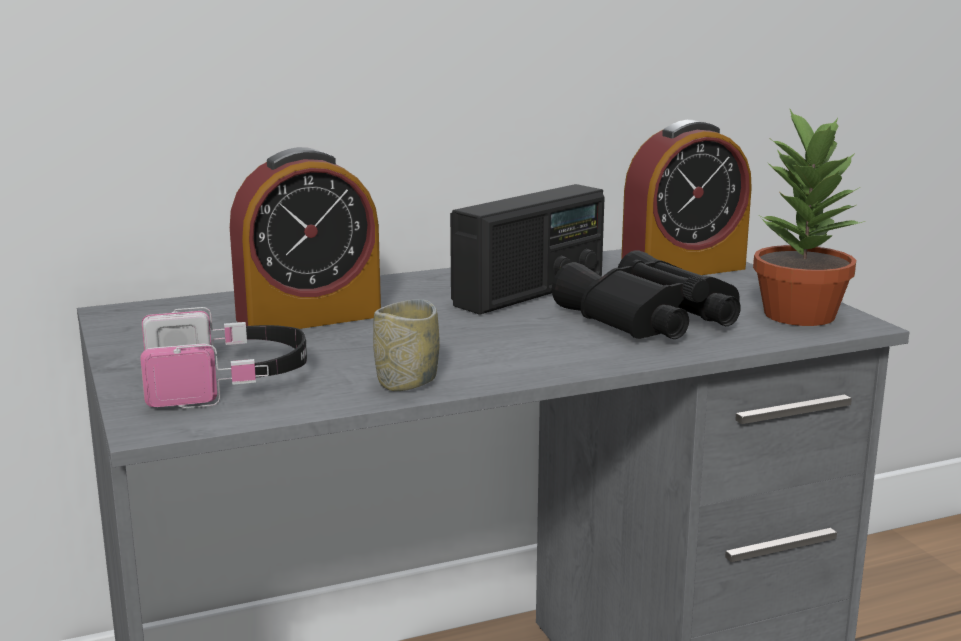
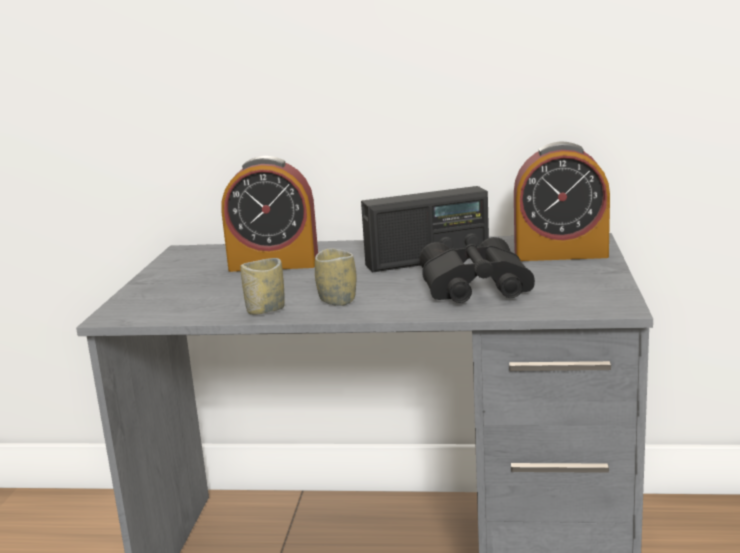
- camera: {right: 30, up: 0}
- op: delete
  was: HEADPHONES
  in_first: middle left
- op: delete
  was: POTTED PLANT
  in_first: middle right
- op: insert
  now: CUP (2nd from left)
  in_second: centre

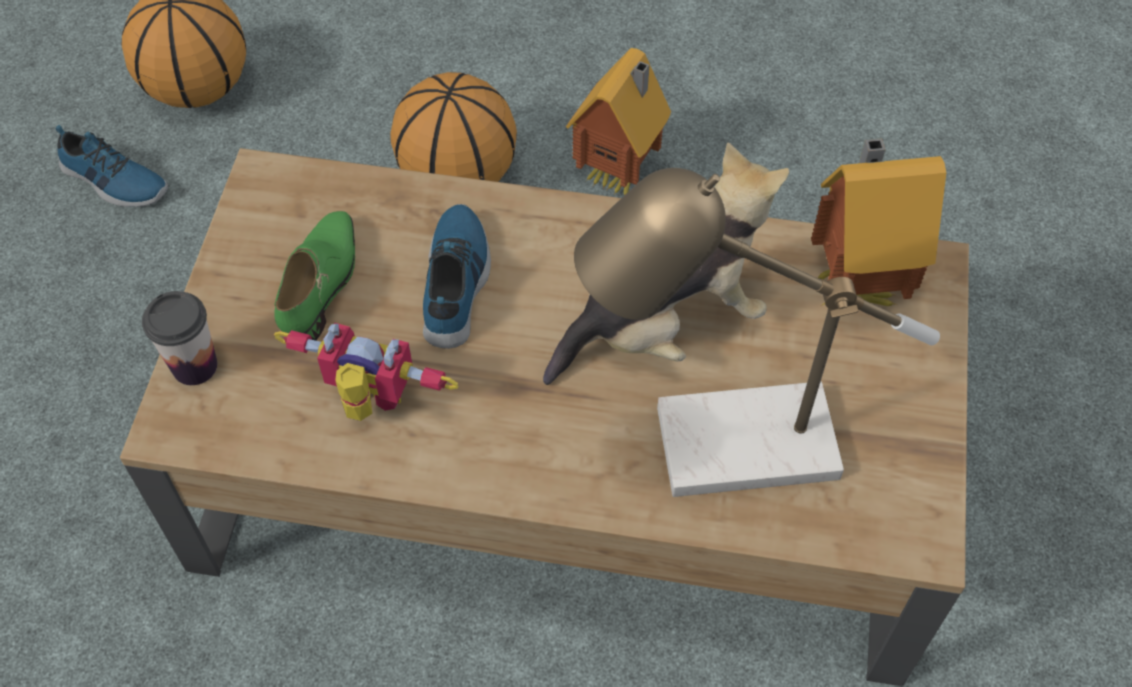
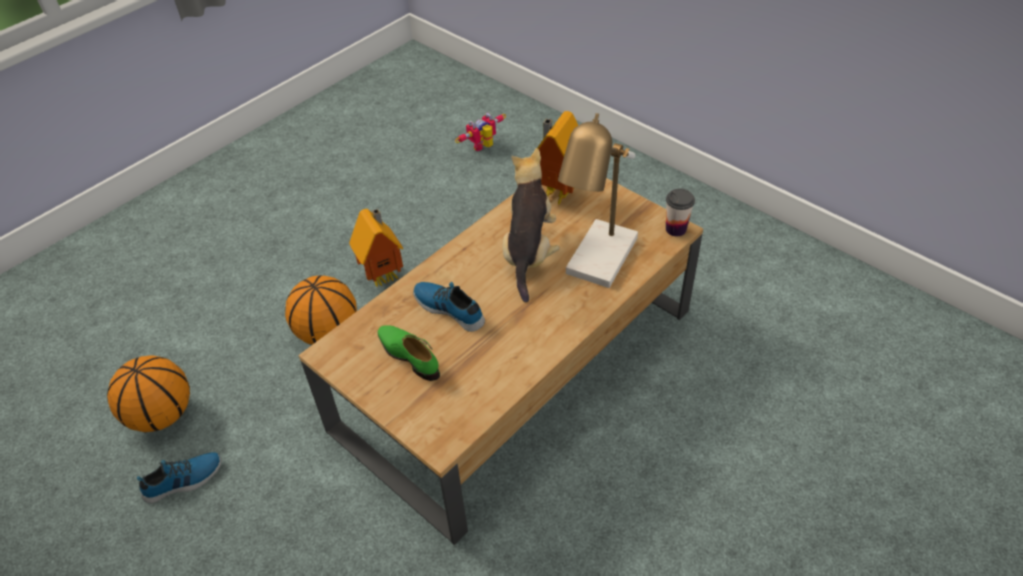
- camera: {right: -55, up: -10}
- op: move
  was: CUP
  in_first: middle left
  in_second: centre
- op: move
  was: TOY ROBOT
  in_first: middle left
  in_second: top centre

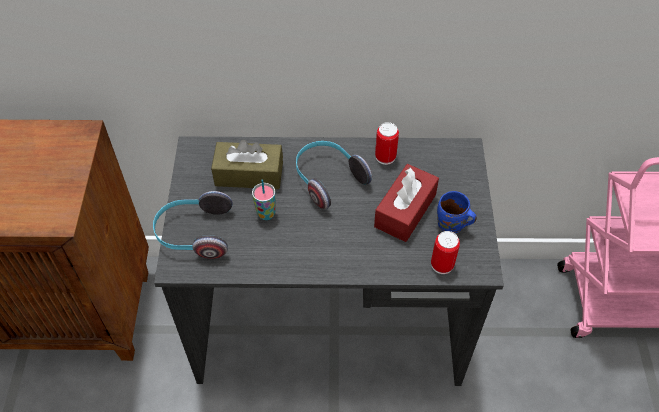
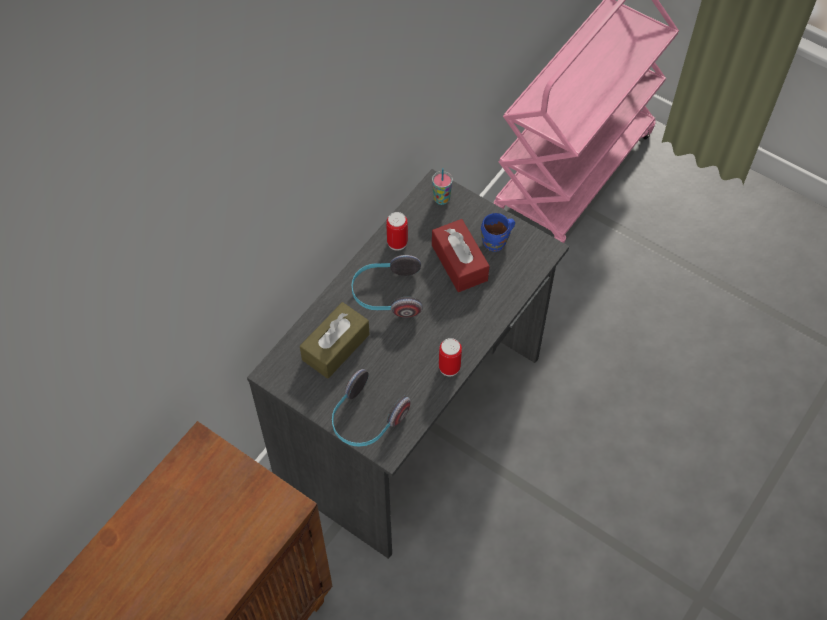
- camera: {right: -55, up: 5}
- op: move
  was: CUP
  in_first: centre
  in_second: top centre
- op: move
  was: CAN (2nd from left)
  in_first: middle right
  in_second: centre

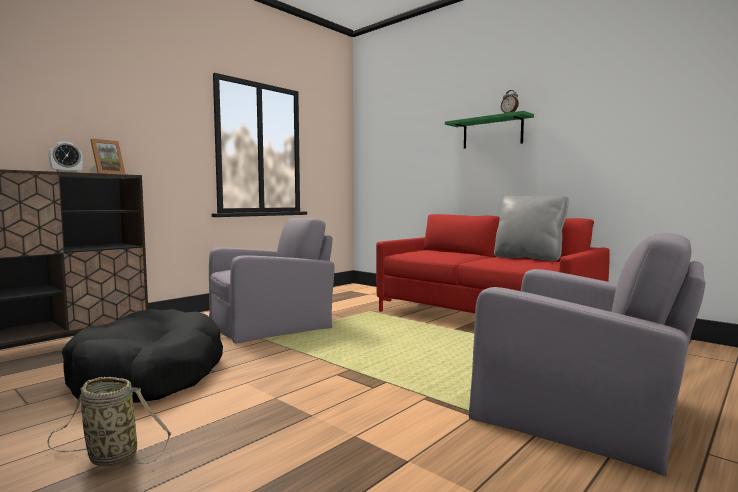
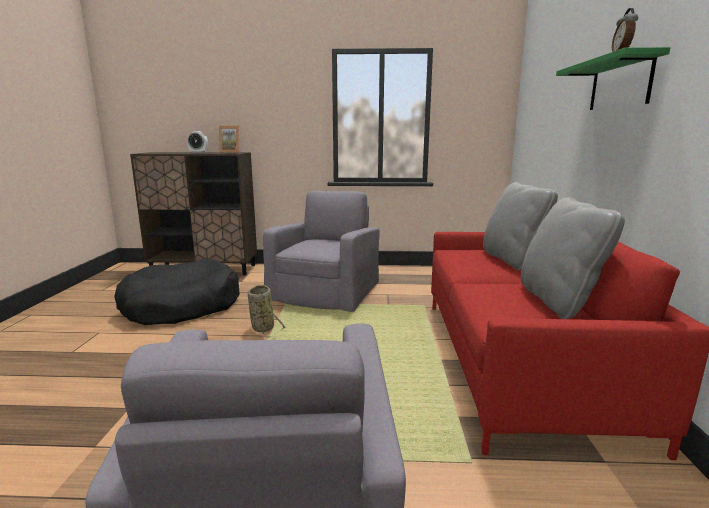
- camera: {right: 50, up: 10}
- op: insert
  now: GREY PILLOW (1st from left)
  in_second: middle right
- op: move
  was: BASKET
  in_first: bottom left
  in_second: centre
- op: rotate
  was: GREY ARMCHAIR (1st from left in the first image)
  in_first: centre
  in_second: centre
  clockwise: -90

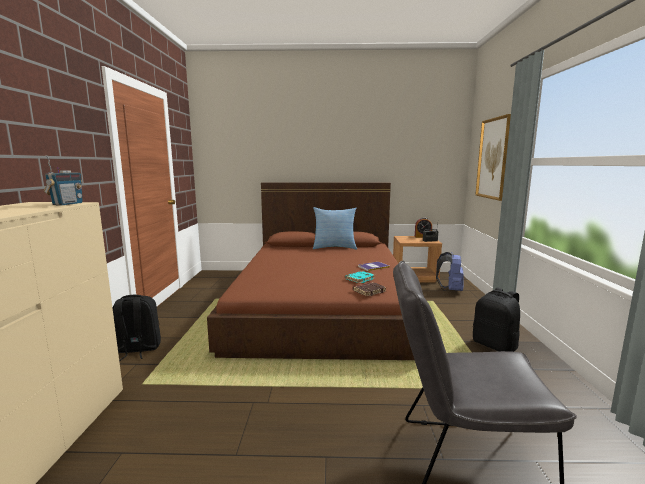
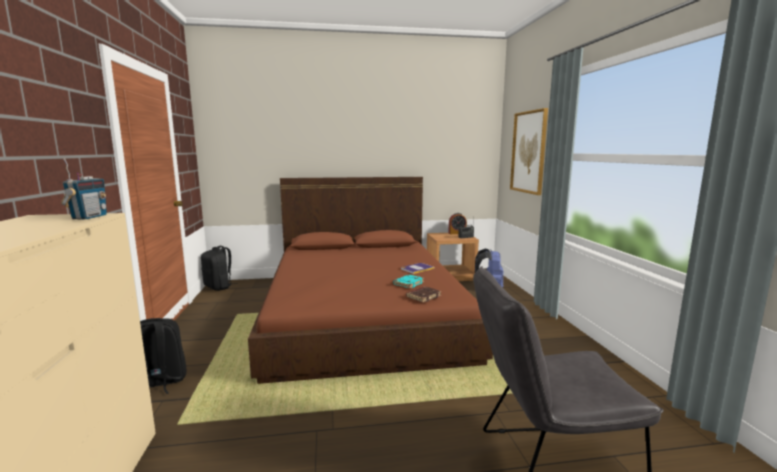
- camera: {right: -10, up: 0}
- op: delete
  was: PILLOW
  in_first: centre
- op: move
  was: BLACK BACKPACK (2nd from left)
  in_first: middle right
  in_second: middle left

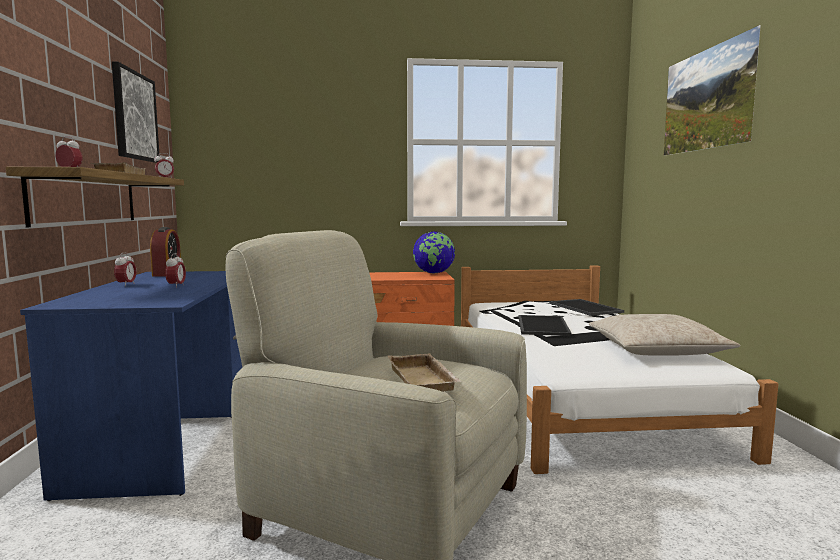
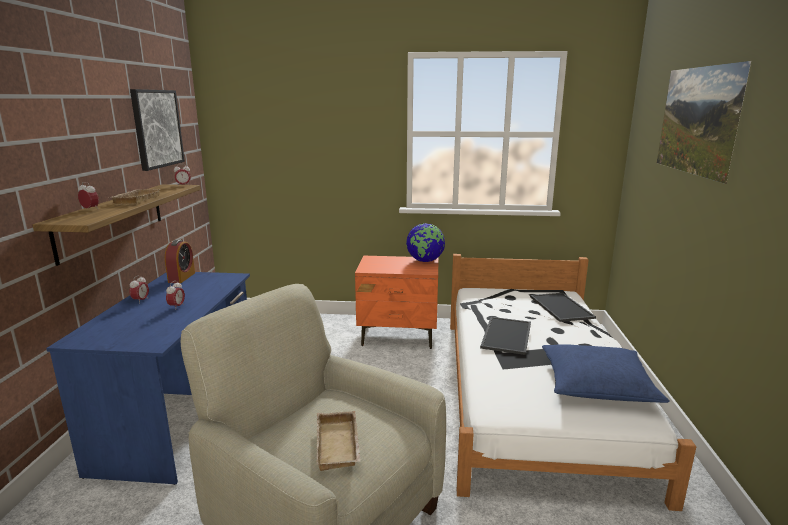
- camera: {right: 10, up: 10}
- op: recolor
  was: BEIGE PILLOW
  now: BLUE PILLOW
  in_first: middle right
  in_second: bottom right

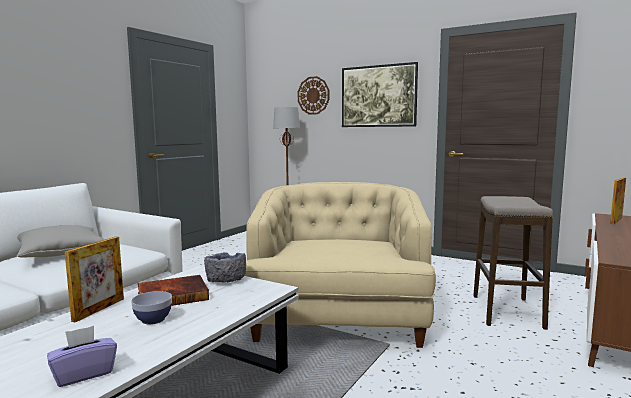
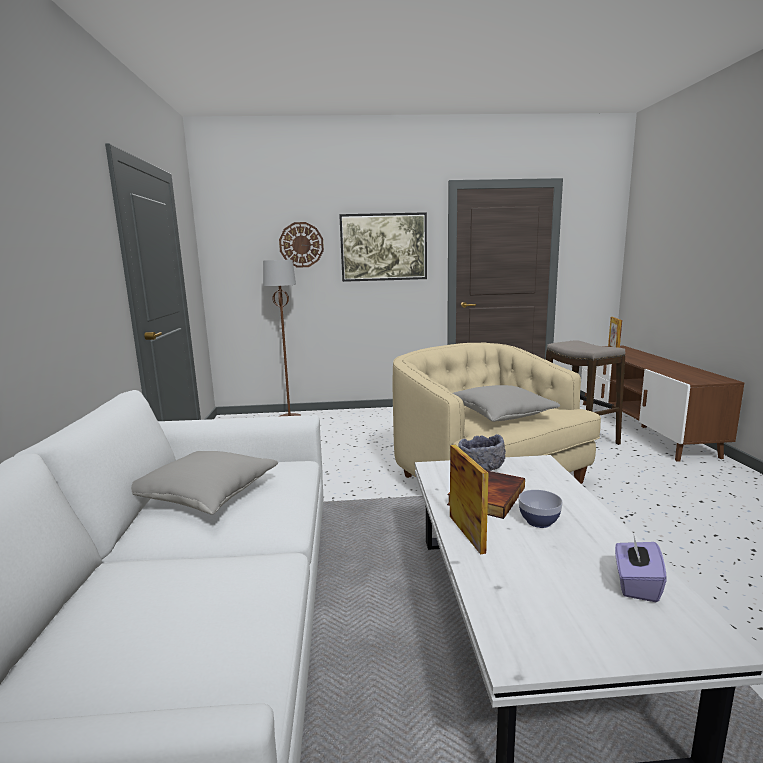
- camera: {right: -35, up: 5}
- op: insert
  now: GREY PILLOW (2nd from left)
  in_second: centre

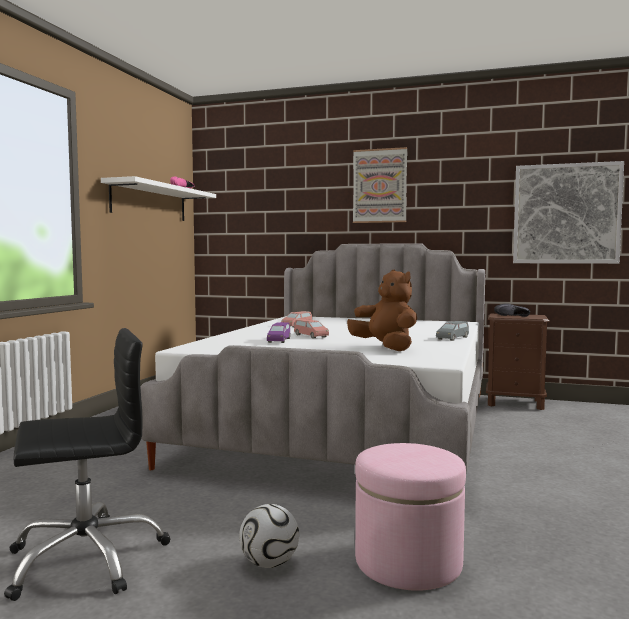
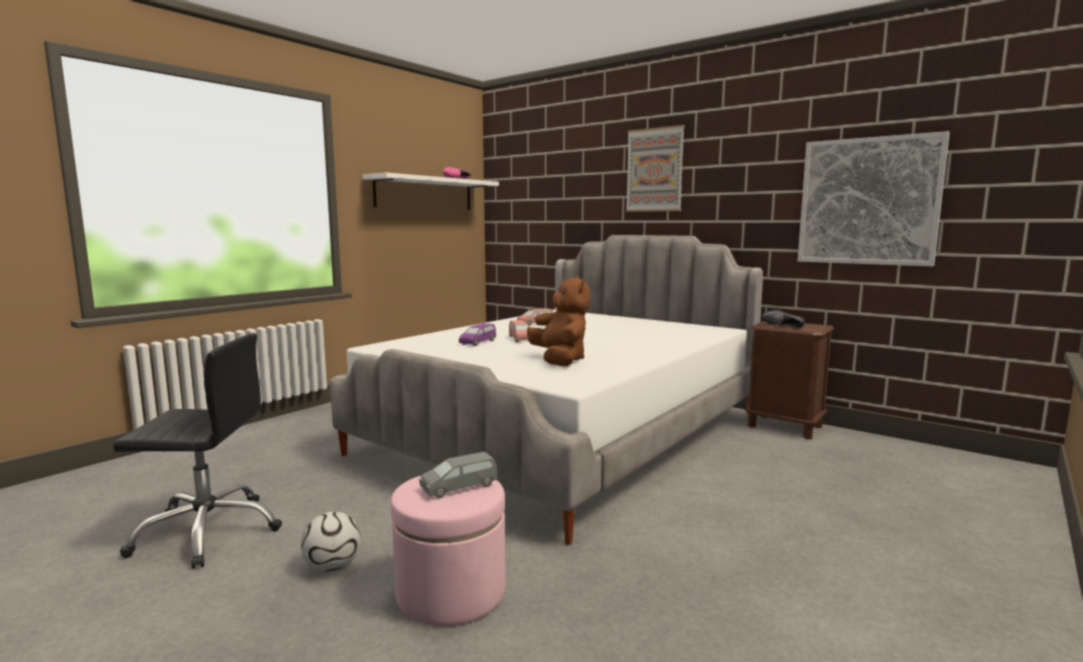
- camera: {right: 20, up: 5}
- op: move
  was: GREY TOY CAR
  in_first: middle right
  in_second: bottom centre

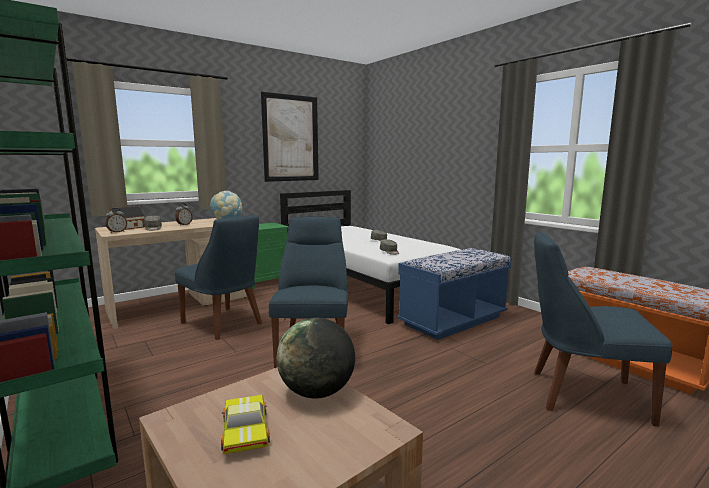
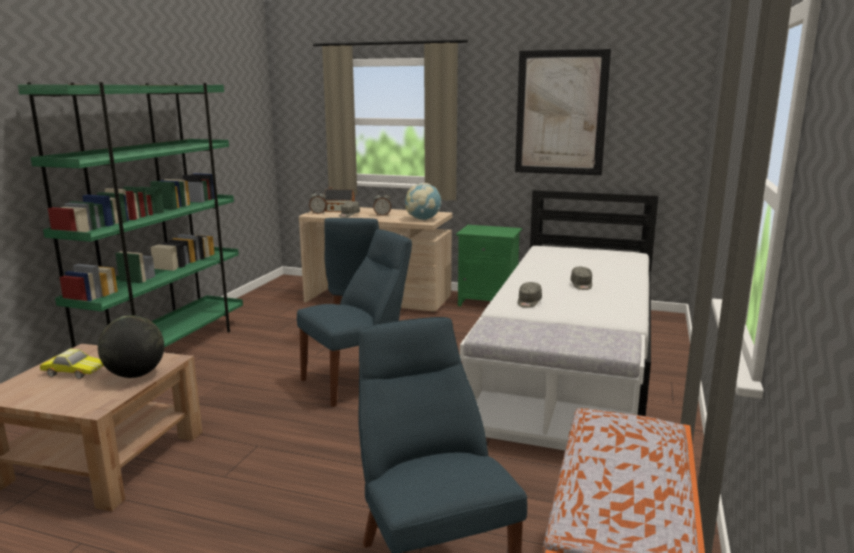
- camera: {right: 55, up: 5}
- op: recolor
  was: BLUE BENCH
  now: WHITE BENCH
  in_first: centre
  in_second: bottom centre
- op: rotate
  was: TOY CAR
  in_first: bottom centre
  in_second: middle left
  clockwise: 60

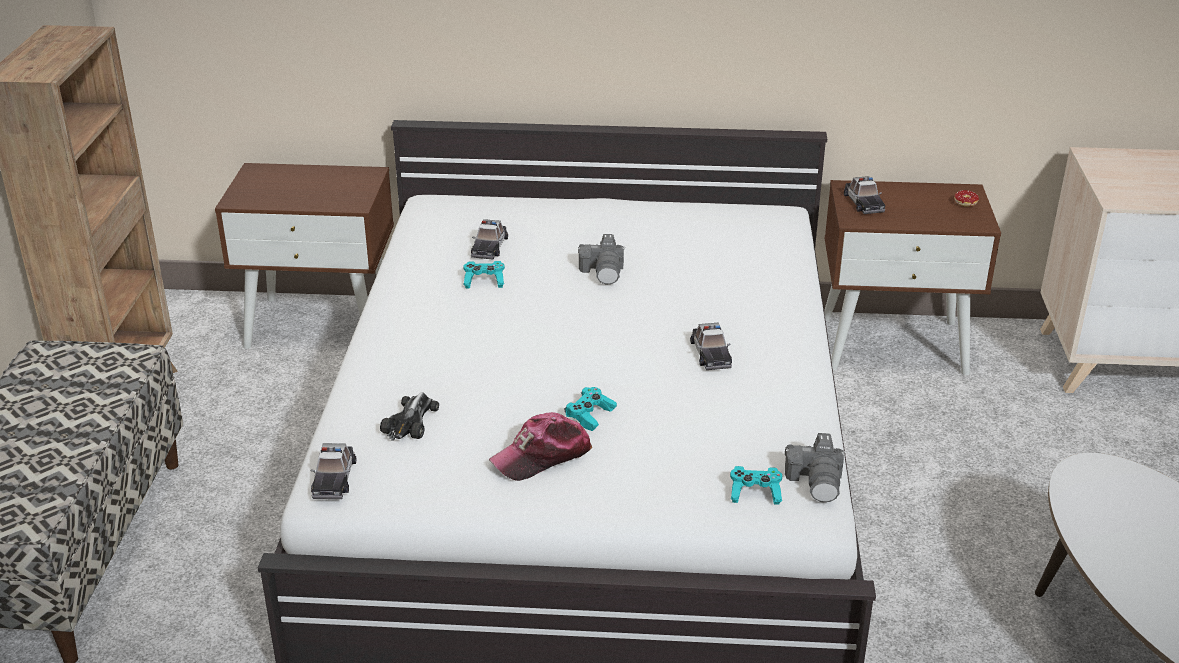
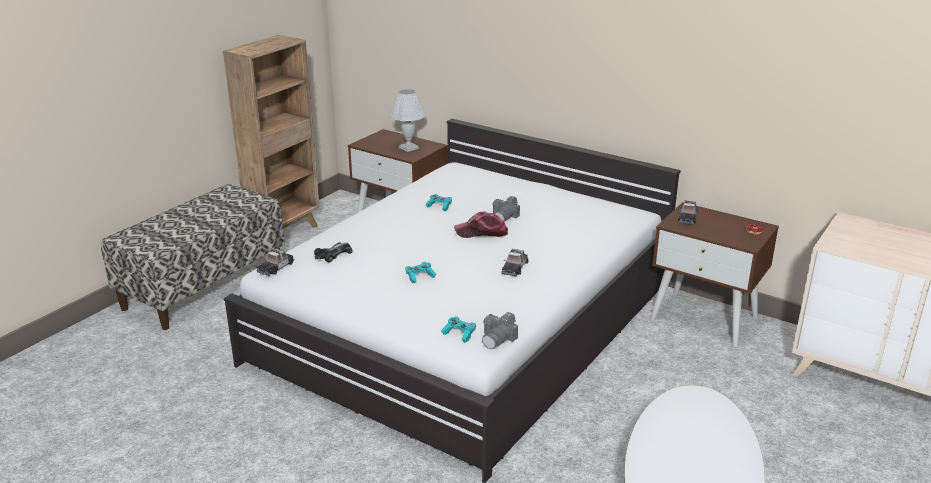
- camera: {right: 30, up: -5}
- op: delete
  was: TOY CAR (3rd from left)
  in_first: centre
- op: insert
  now: WHITE TABLE LAMP
  in_second: top centre
- op: move
  was: CAP
  in_first: bottom centre
  in_second: centre

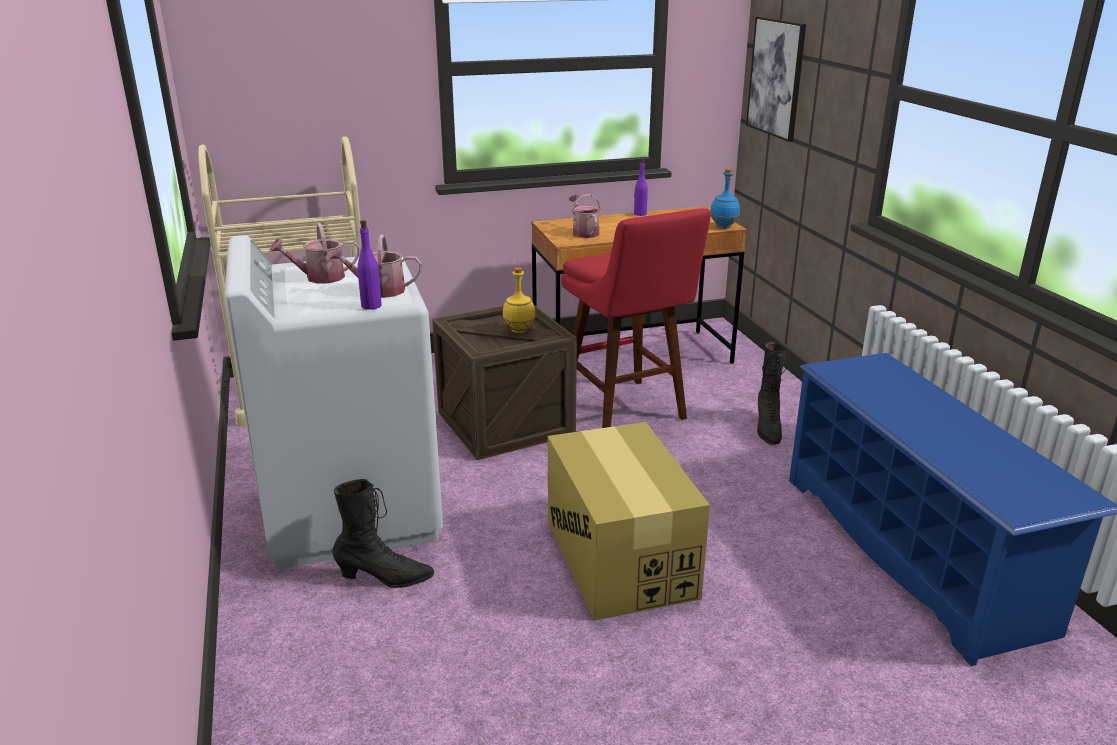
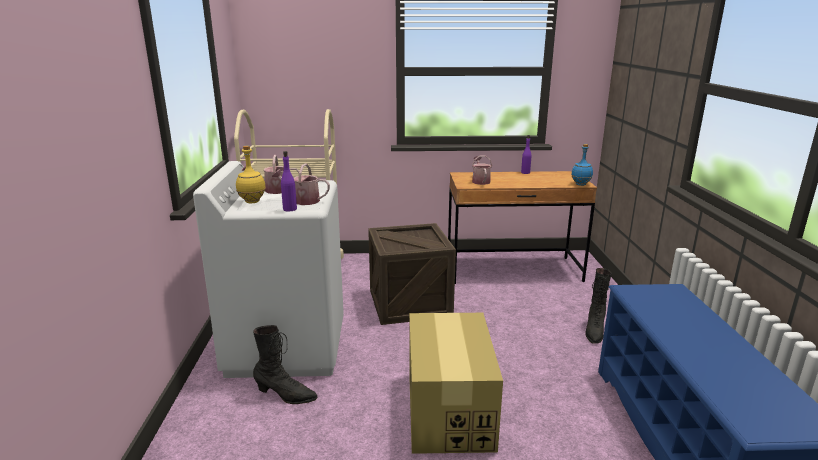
- camera: {right: 15, up: -5}
- op: delete
  was: RED STOOL
  in_first: centre
- op: delete
  was: PICTURE
  in_first: top right
- op: move
  was: YELLOW BOTTLE
  in_first: centre
  in_second: middle left

